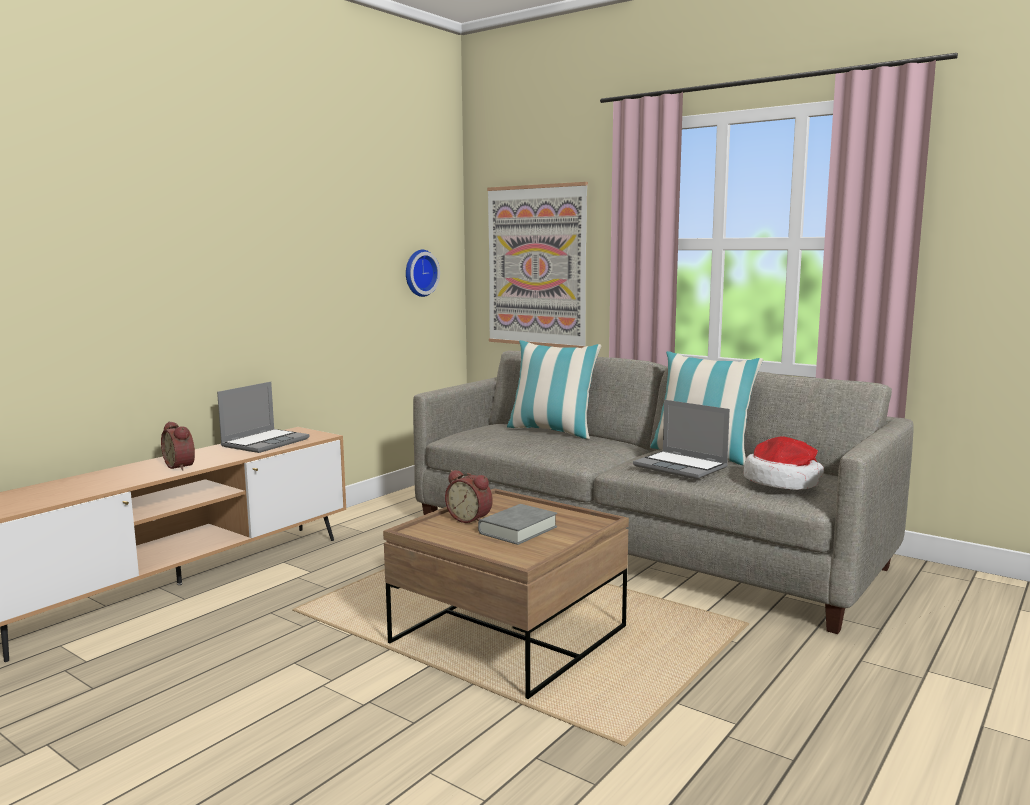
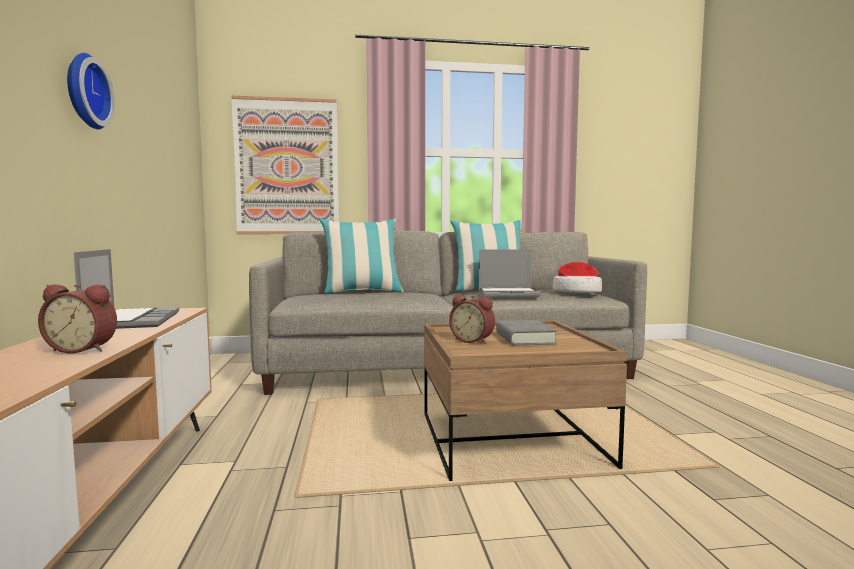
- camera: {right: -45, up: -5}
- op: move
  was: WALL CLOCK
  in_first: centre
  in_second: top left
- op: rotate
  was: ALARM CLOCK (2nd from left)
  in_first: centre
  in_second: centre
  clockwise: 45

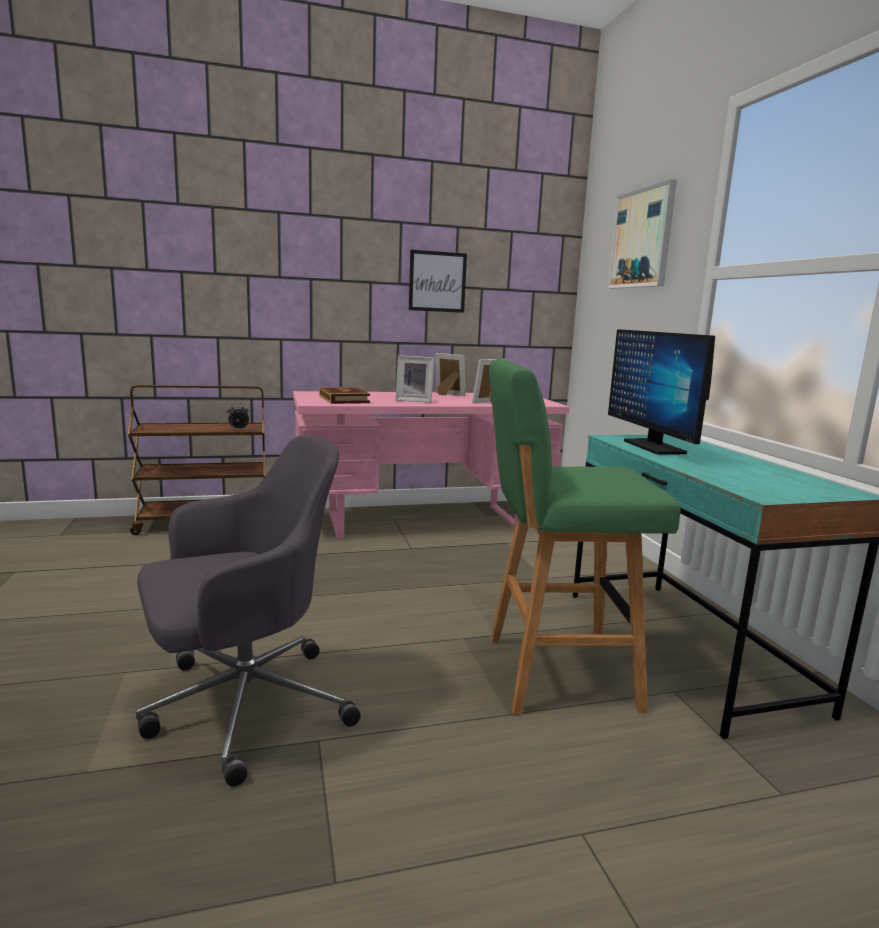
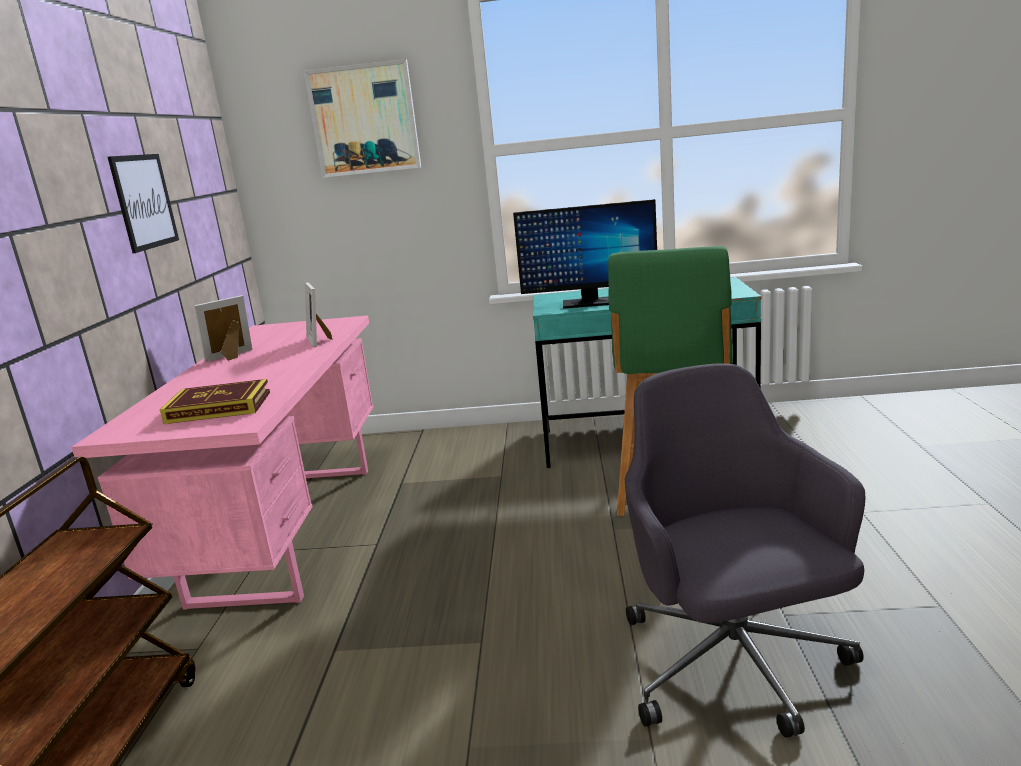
- camera: {right: -70, up: 5}
- op: delete
  was: ALARM CLOCK
  in_first: middle left
- op: delete
  was: PICTURE FRAME (1st from left)
  in_first: centre

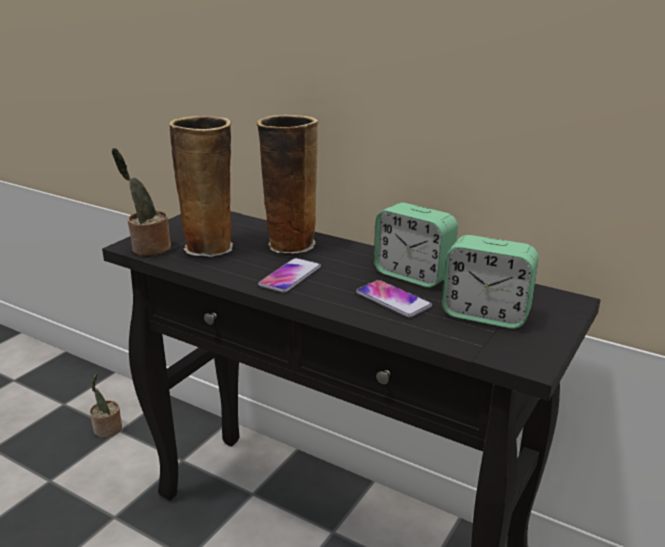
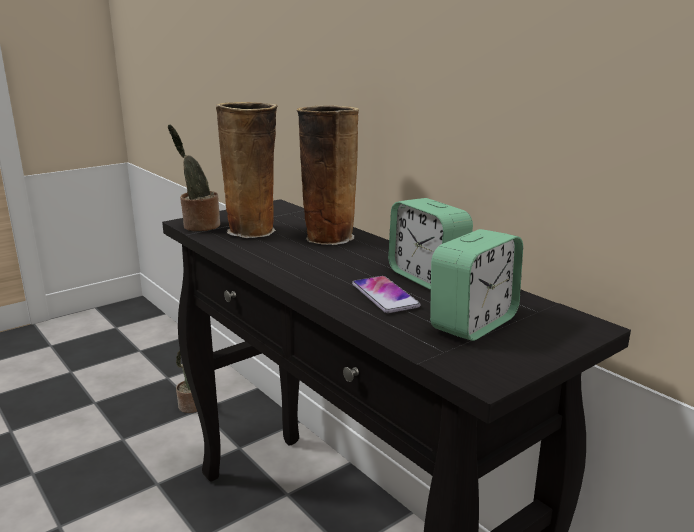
- camera: {right: 20, up: -5}
- op: delete
  was: PHONE (1st from left)
  in_first: centre
- op: rotate
  was: ALARM CLOCK (2nd from left)
  in_first: middle right
  in_second: middle right
  clockwise: -90

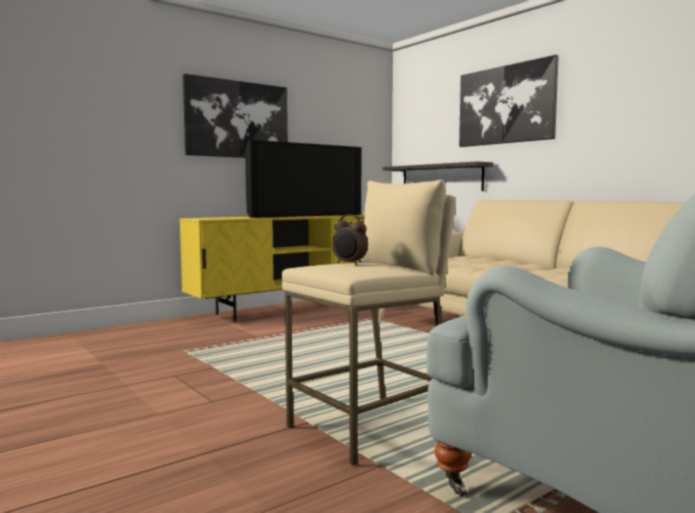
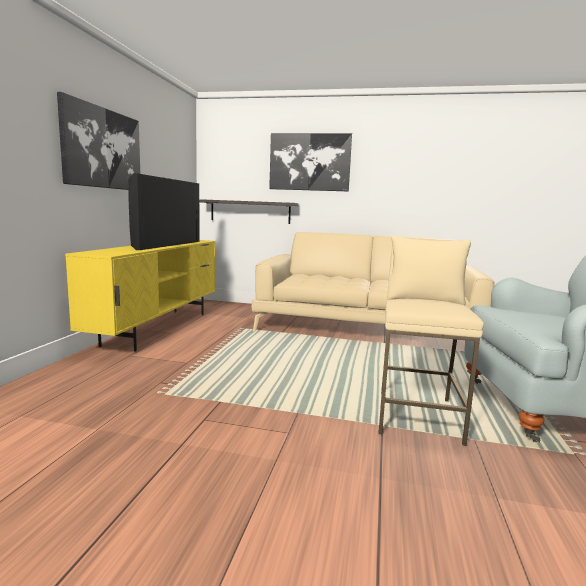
- camera: {right: -40, up: 5}
- op: delete
  was: ALARM CLOCK
  in_first: centre

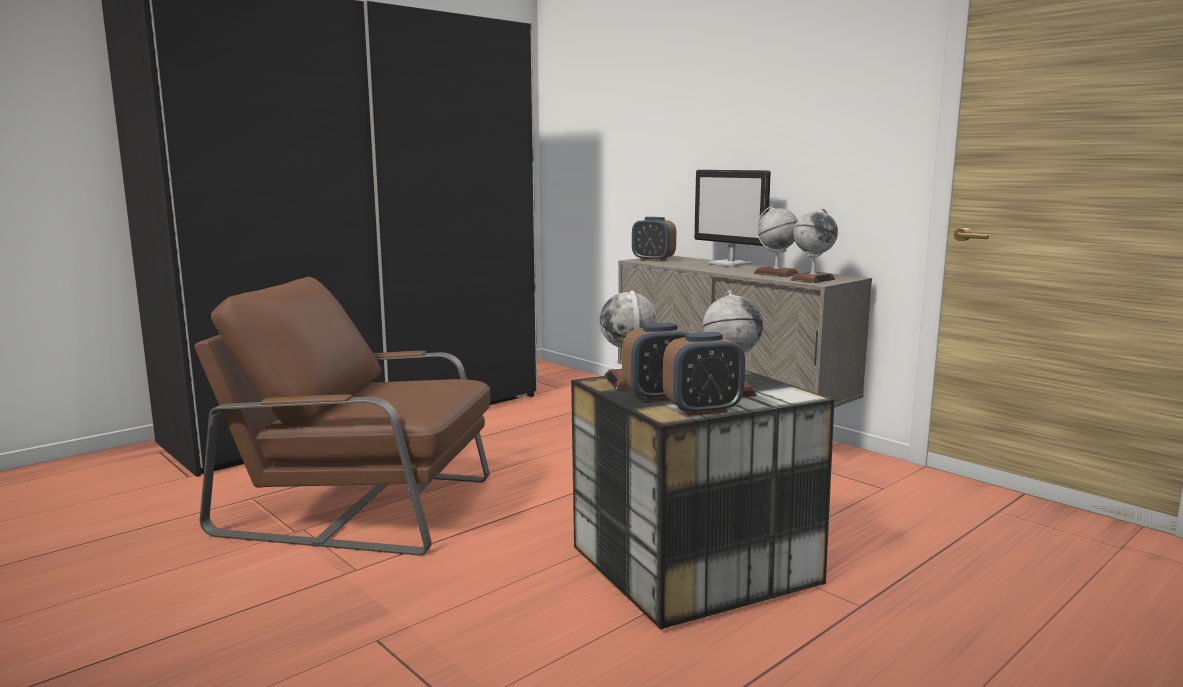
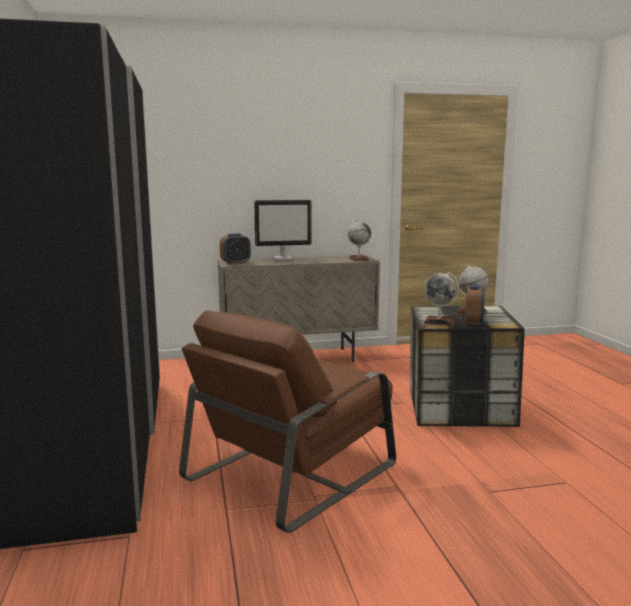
- camera: {right: -60, up: 0}
- op: delete
  was: ALARM CLOCK (3rd from left)
  in_first: centre
- op: delete
  was: GLOBE (3rd from left)
  in_first: centre

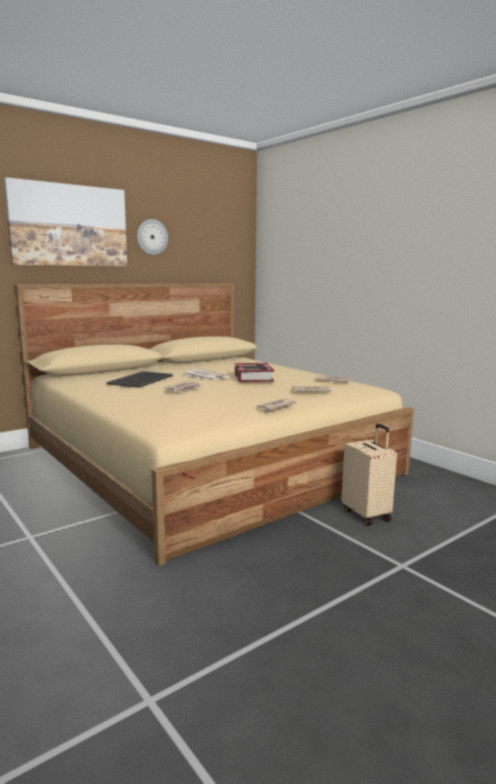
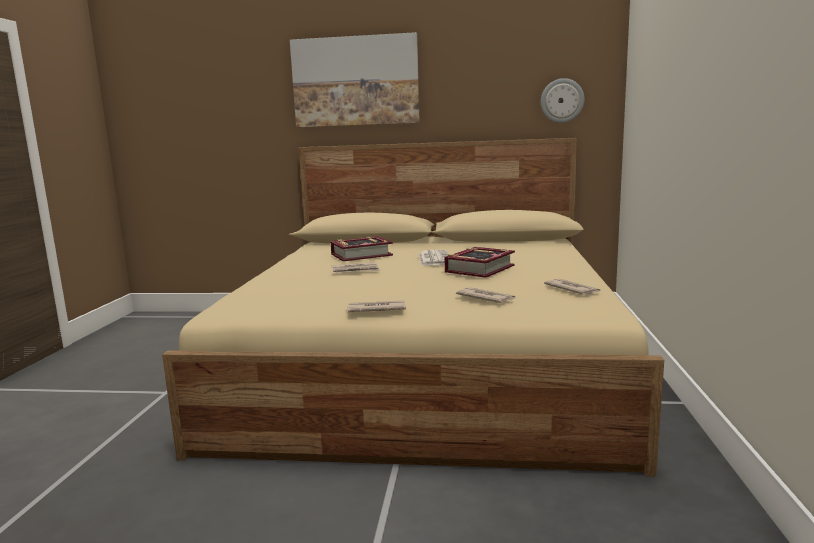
- camera: {right: 45, up: 0}
- op: delete
  was: BEIGE SUITCASE
  in_first: middle right
- op: move
  was: WALL CLOCK
  in_first: top left
  in_second: top right
- op: replace
  was: TRAY
  now: BOOK (1st from left)
  in_first: middle left
  in_second: centre

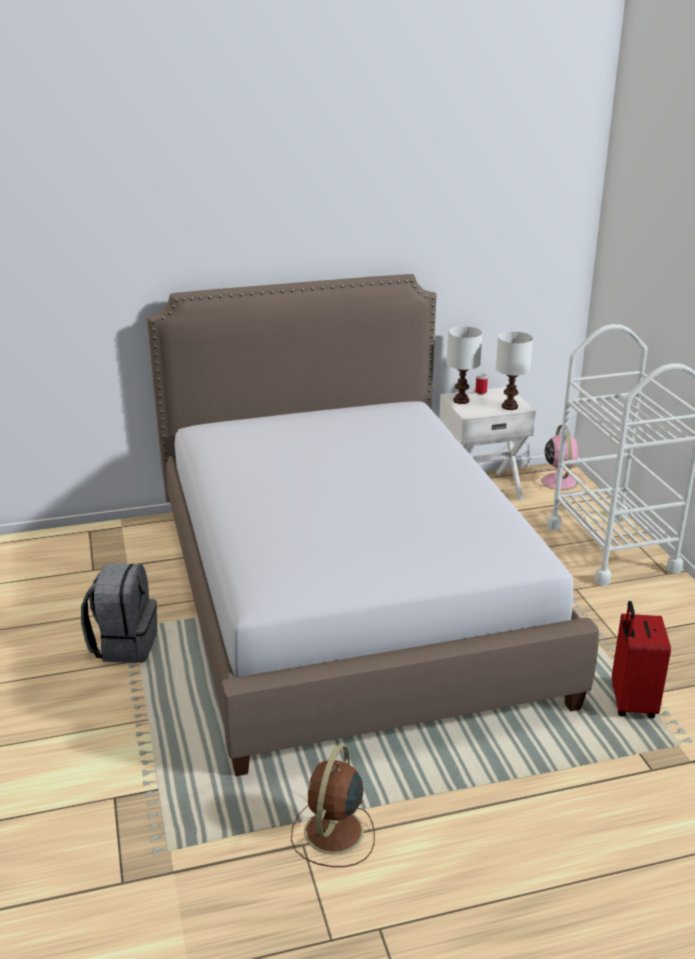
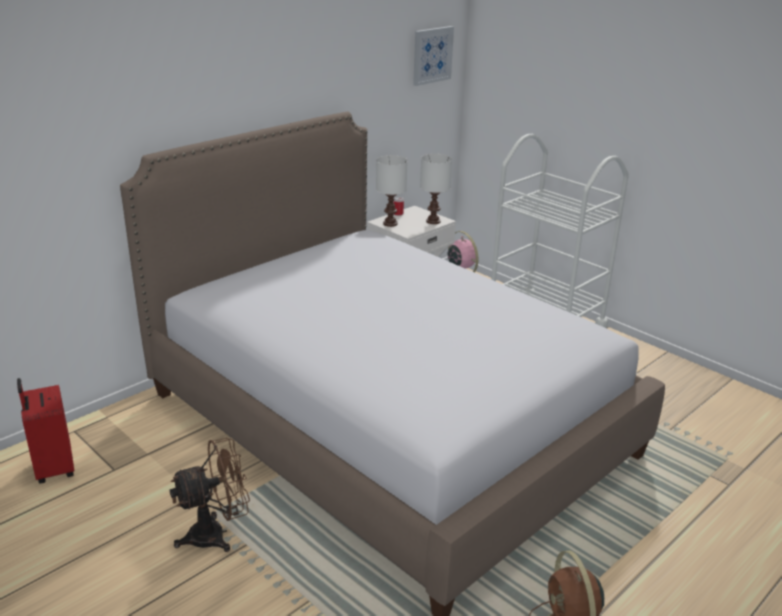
- camera: {right: -30, up: 0}
- op: insert
  now: PICTURE
  in_second: top centre
- op: move
  was: RED SUITCASE
  in_first: bottom right
  in_second: bottom left
- op: replace
  was: GREY BACKPACK
  now: BROWN FAN (1st from left)
  in_first: middle left
  in_second: bottom left

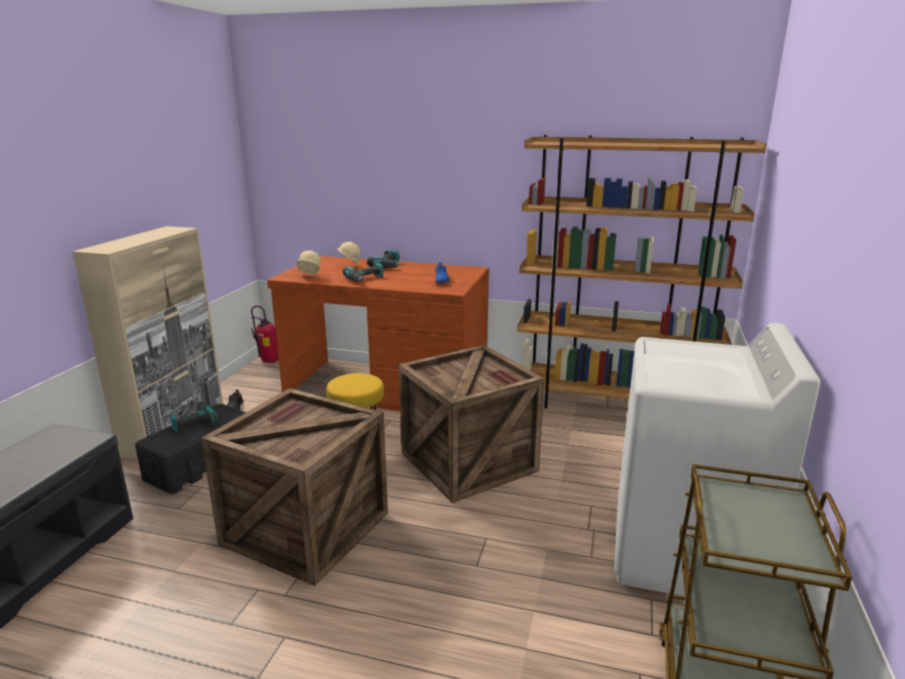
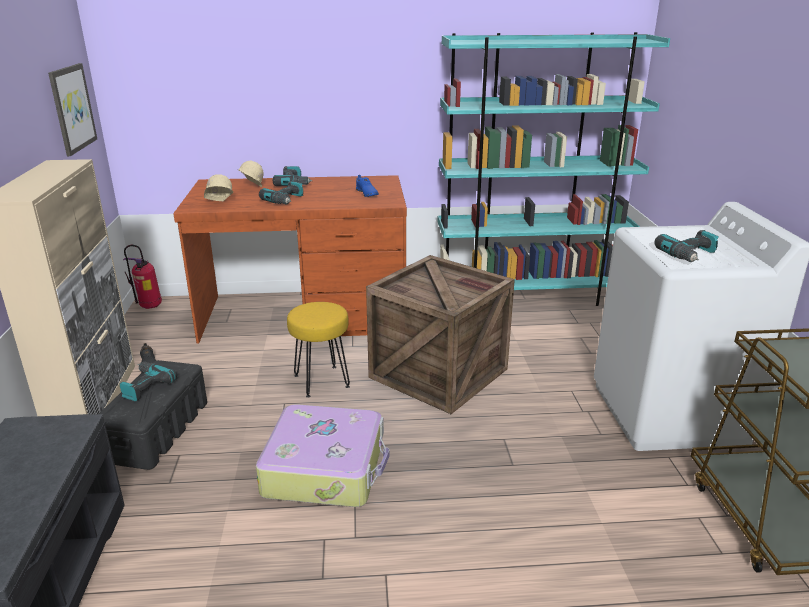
- camera: {right: -20, up: 5}
- op: insert
  now: PICTURE
  in_second: top left
- op: insert
  now: POWER DRILL (4th from left)
  in_second: middle right
- op: replace
  was: CRATE (1st from left)
  now: SUITCASE
  in_first: bottom left
  in_second: bottom centre
- op: recolor
  was: BROWN BOOKCASE
  now: TURQUOISE BOOKCASE
  in_first: middle right
  in_second: top right

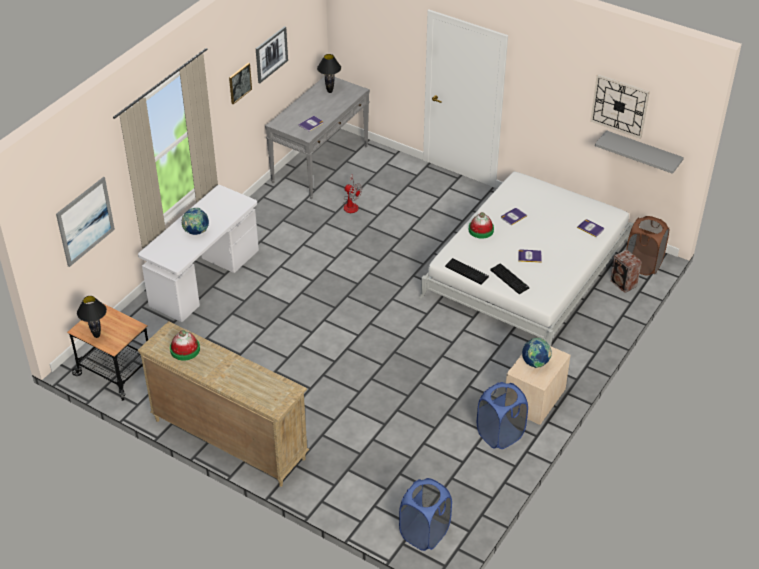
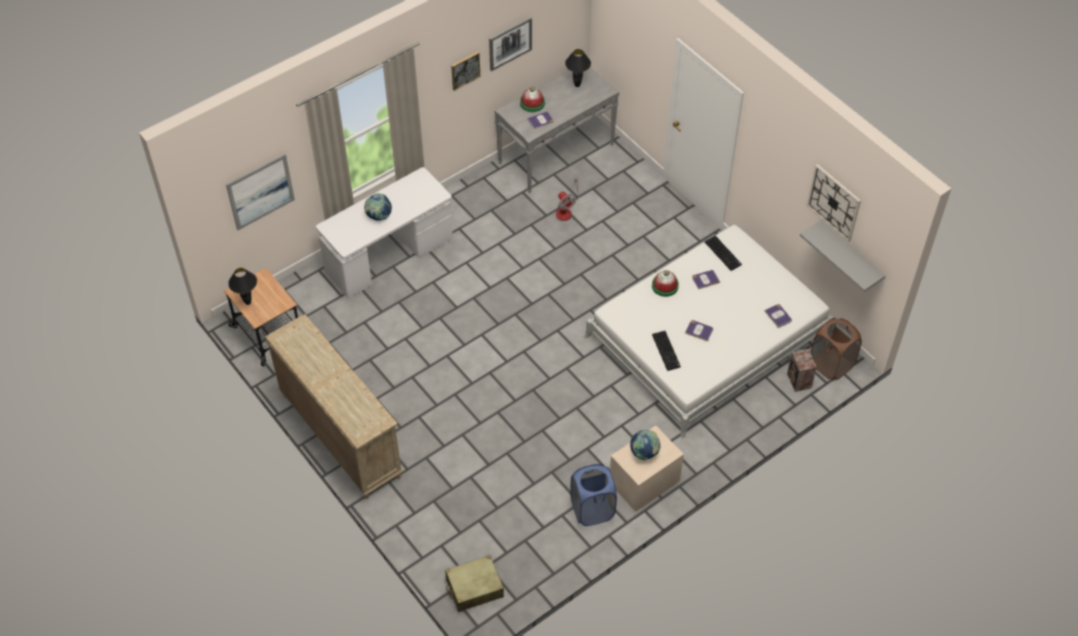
- camera: {right: 20, up: 10}
- op: move
  was: HAT (1st from left)
  in_first: middle left
  in_second: top centre
- op: move
  was: KEYBOARD (1st from left in the first image)
  now: KEYBOARD (2nd from left)
  in_first: centre
  in_second: middle right
- op: replace
  was: BLUE LAUNDRY BASKET (1st from left)
  now: BEIGE SUITCASE
  in_first: bottom centre
  in_second: bottom centre

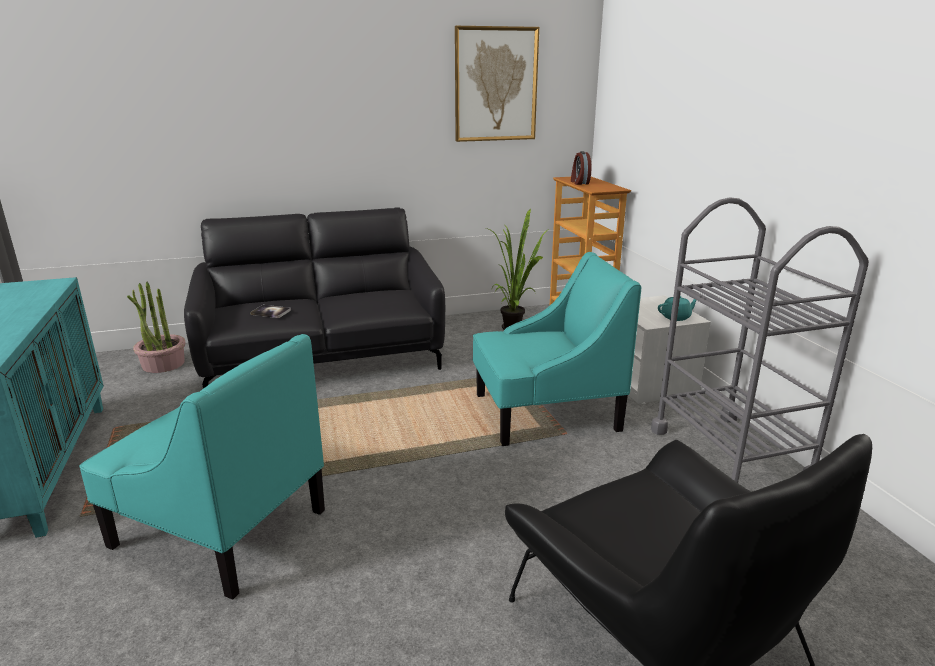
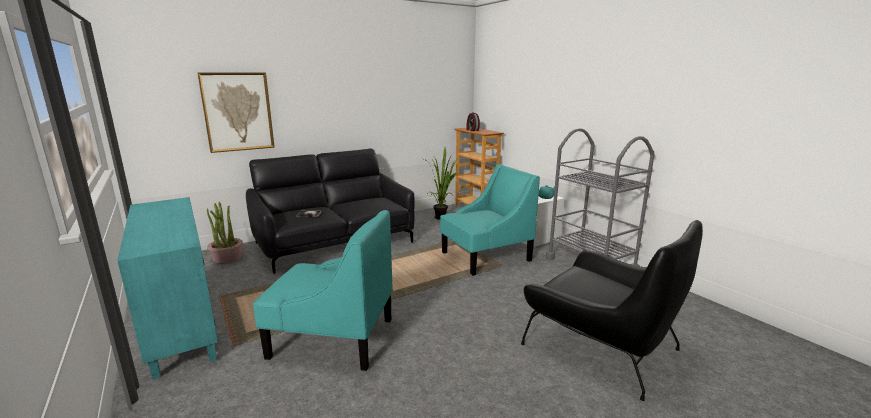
- camera: {right: -15, up: -5}
- op: move
  was: PICTURE
  in_first: top centre
  in_second: top left

